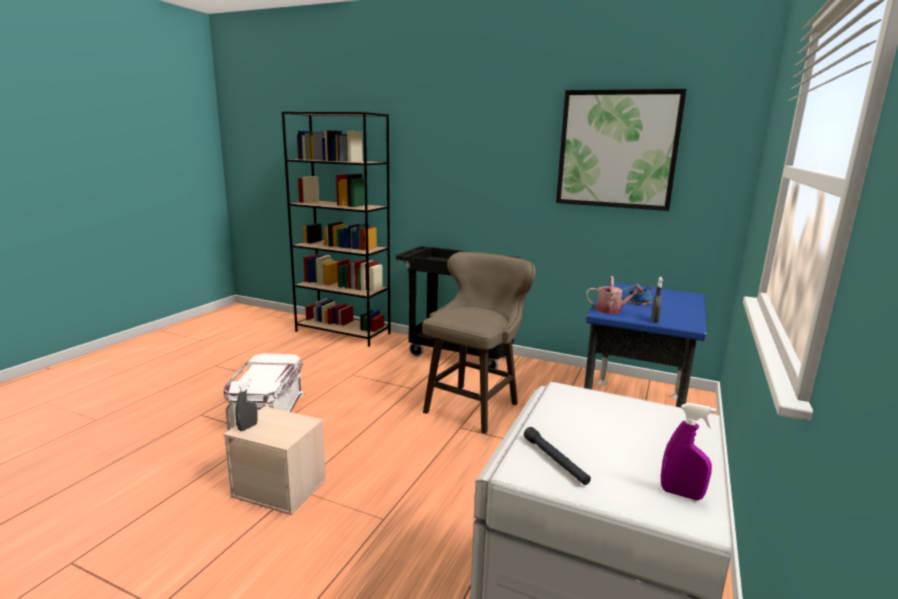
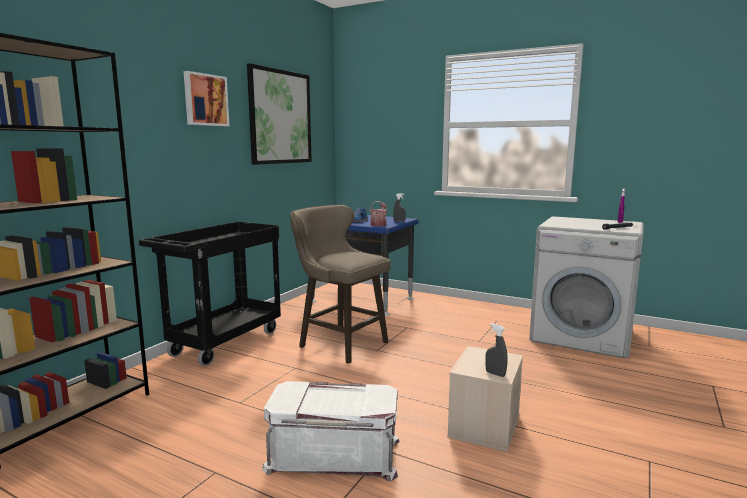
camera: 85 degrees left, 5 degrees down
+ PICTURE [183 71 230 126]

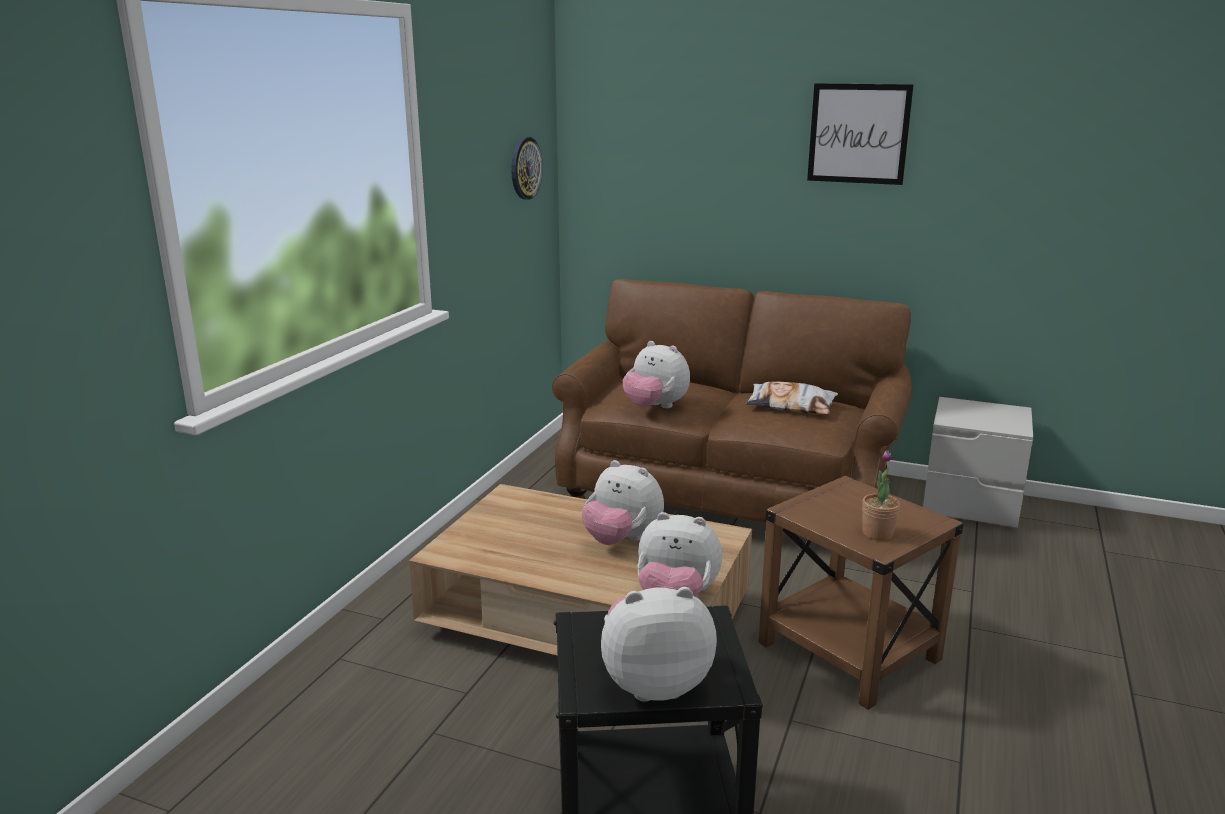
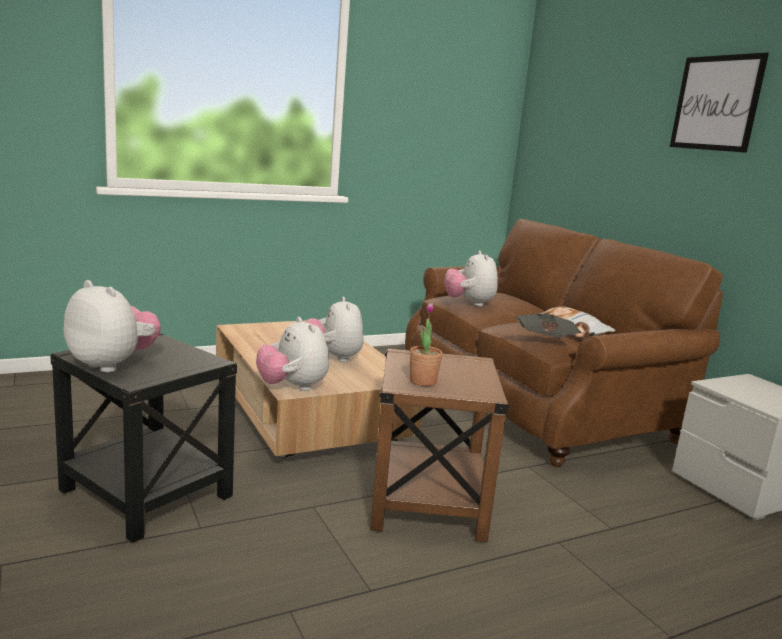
camera: 40 degrees right, 5 degrees down
- WALL CLOCK [511 137 543 200]
+ NEWSPAPER [515 314 581 337]

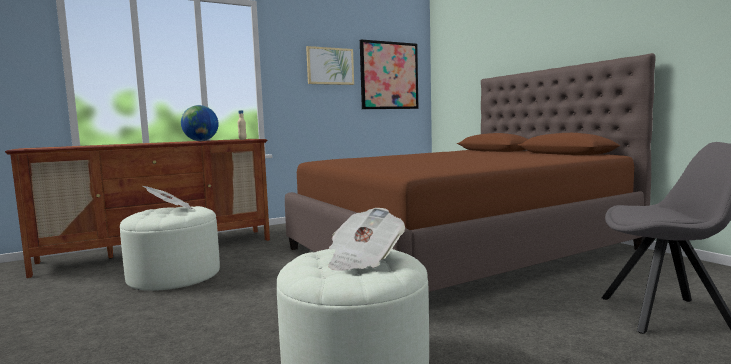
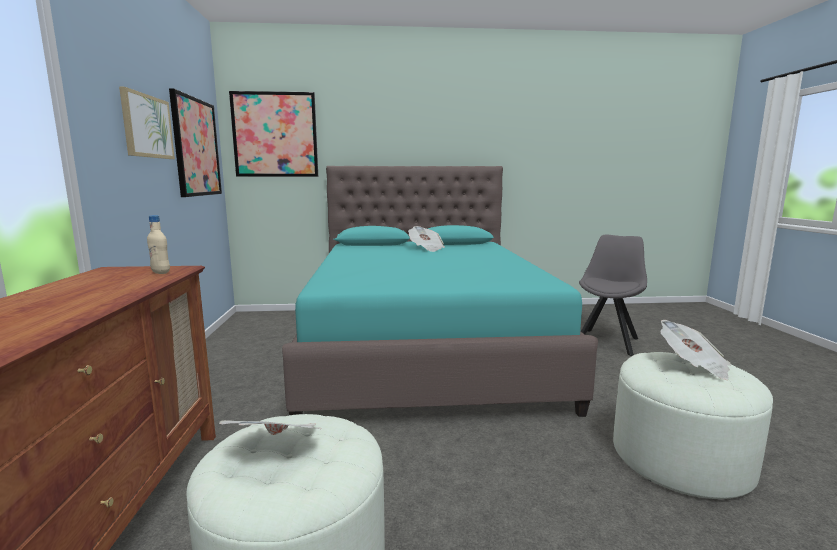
camera: 65 degrees left, 5 degrees up
- GLOBE [181 105 219 141]
~ BROWN BED [285 53 656 292] to TURQUOISE BED [282 166 598 417]
+ PICTURE [229 91 318 177]
+ NEWSPAPER [408 226 445 252]

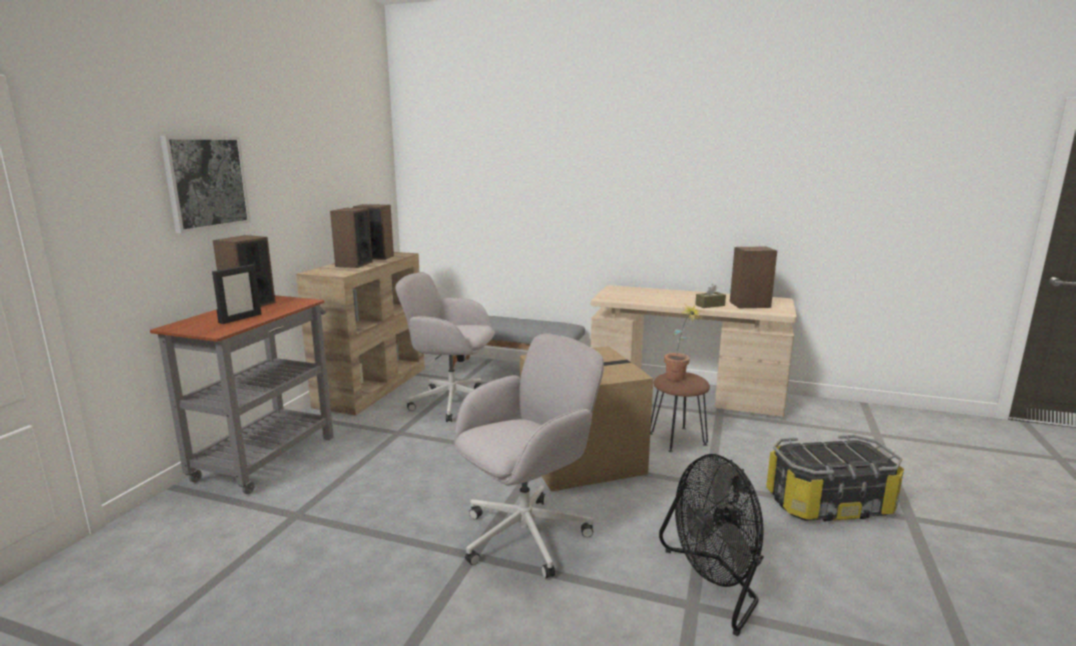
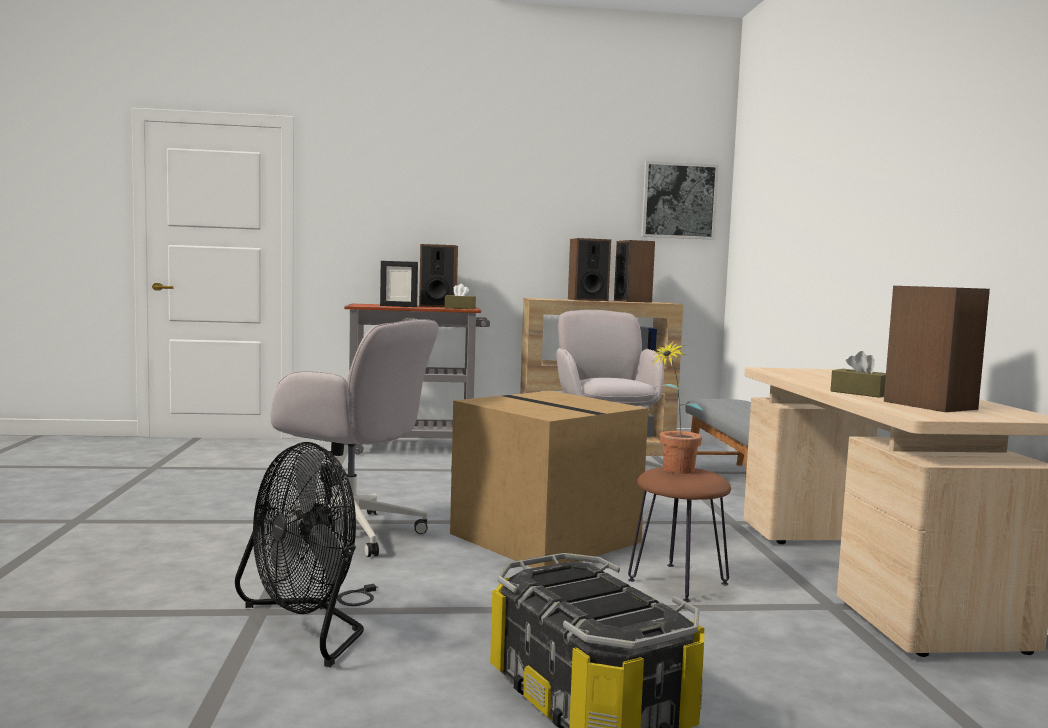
camera: 65 degrees right, 10 degrees down
~ PICTURE [160 136 251 233] to [641 161 719 240]
~ BLACK FAN [659 454 764 636] = [235 442 378 667] 90 degrees counterclockwise
+ BROWN TISSUE BOX [445 284 476 309]

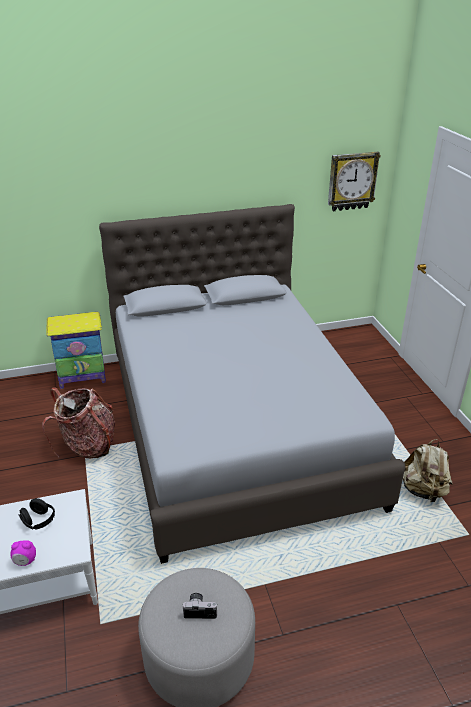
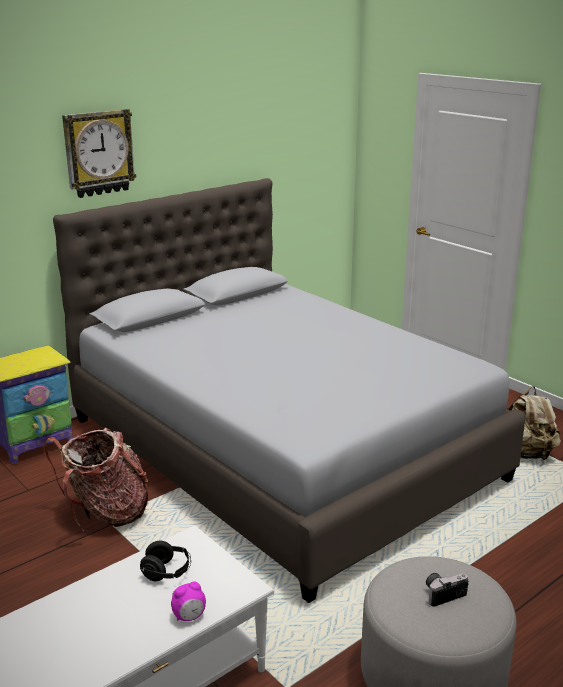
camera: 25 degrees left, 10 degrees down
~ WALL CLOCK [328 152 381 211] to [62 109 136 198]

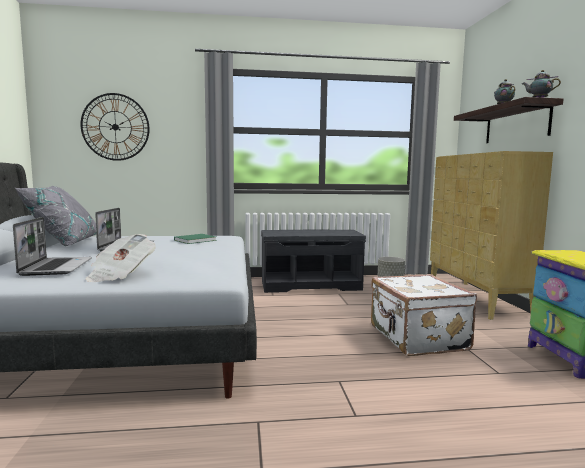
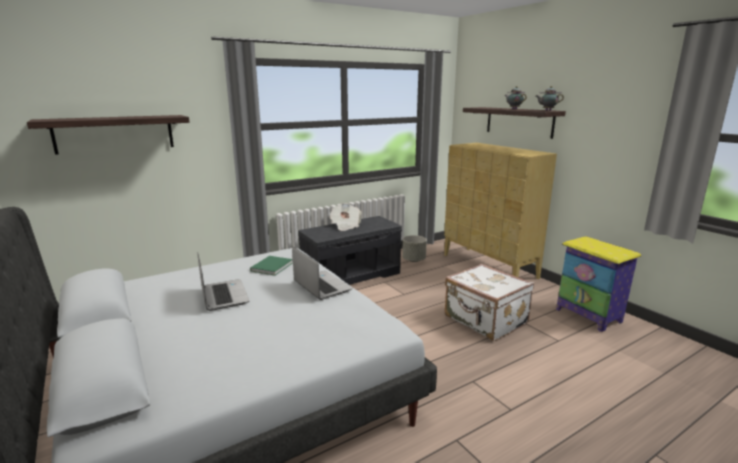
camera: 25 degrees left, 10 degrees up
~ LAPTOP [13 217 92 276] to [292 247 352 300]
- GREY PILLOW [15 186 96 246]
~ WALL CLOCK [81 93 150 161] to SHELF [27 115 190 155]
~ NEWSPAPER [86 234 156 282] to [330 203 361 231]

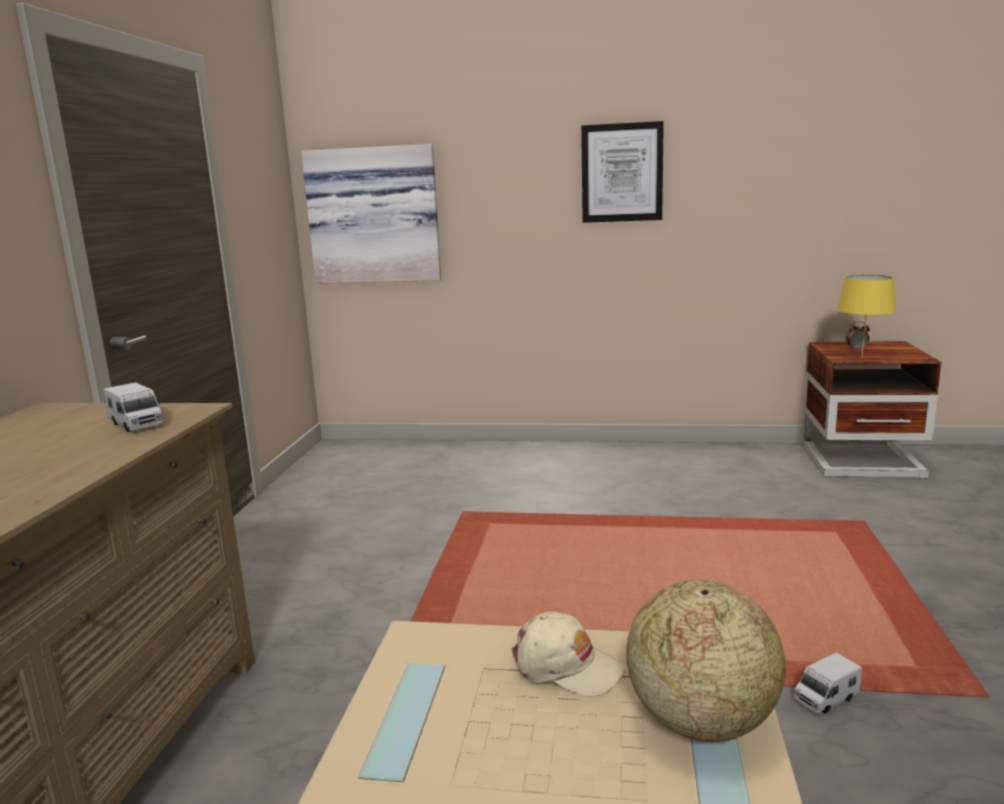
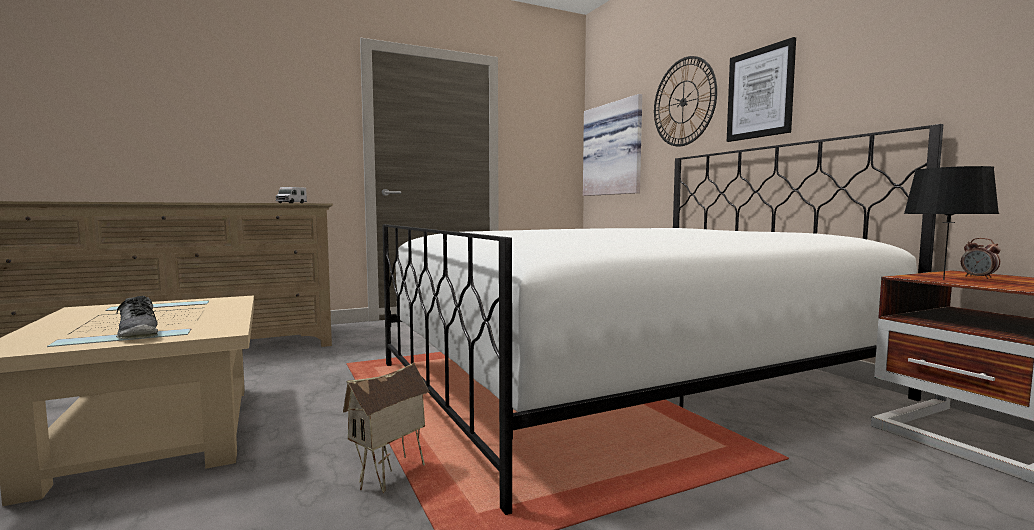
camera: 55 degrees right, 10 degrees down
- BEIGE CAP [511 611 625 697]
~ GLOBE [626 580 786 742] to SHOE [116 296 158 339]
~ TOY TRUCK [793 652 862 714] to TOY HOUSE [343 362 429 493]
~ YELLOW TABLE LAMP [837 275 896 356] to BLACK TABLE LAMP [904 166 999 280]
+ WHITE BED [382 124 943 515]
+ WALL CLOCK [654 56 717 147]

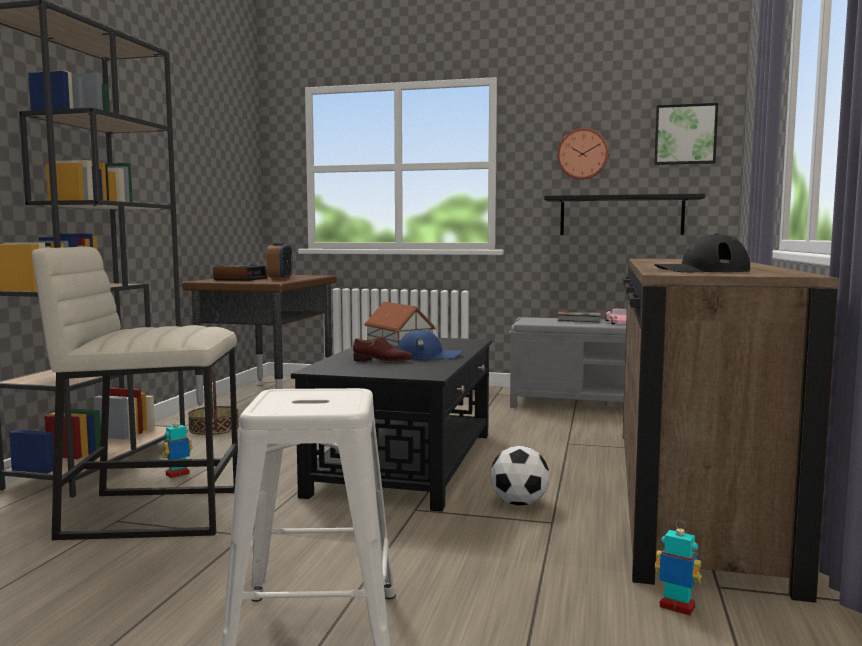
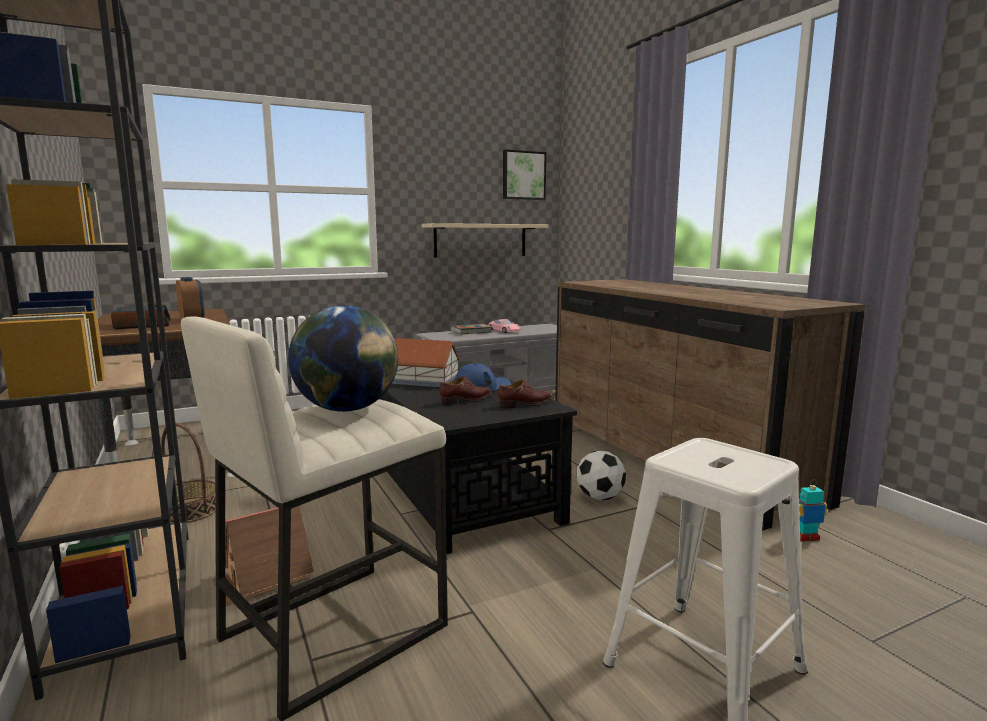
camera: 40 degrees left, 5 degrees up
~ TOY ROBOT [162 419 193 478] to TOY HOUSE [212 506 314 606]
~ BLACK SHELF [544 194 705 235] to BEIGE SHELF [422 223 548 258]
- WALL CLOCK [557 128 608 180]
- BLACK CAP [654 233 750 272]
+ GLOBE [288 305 398 412]
+ BROWN SHOE [498 380 552 409]

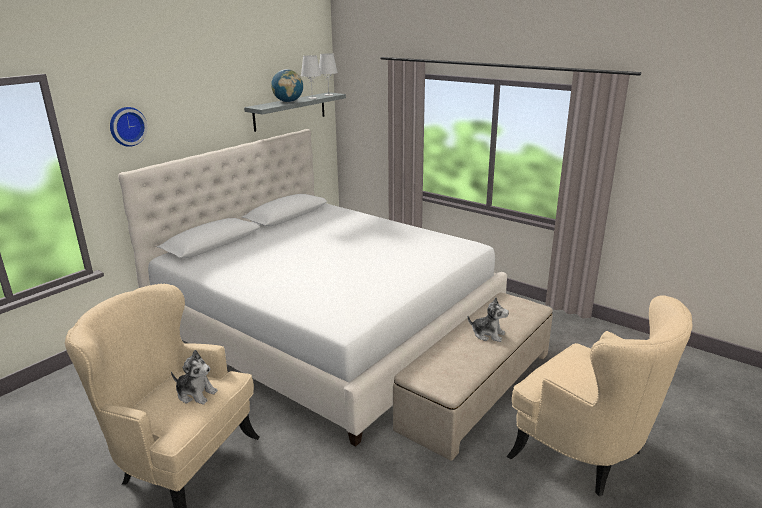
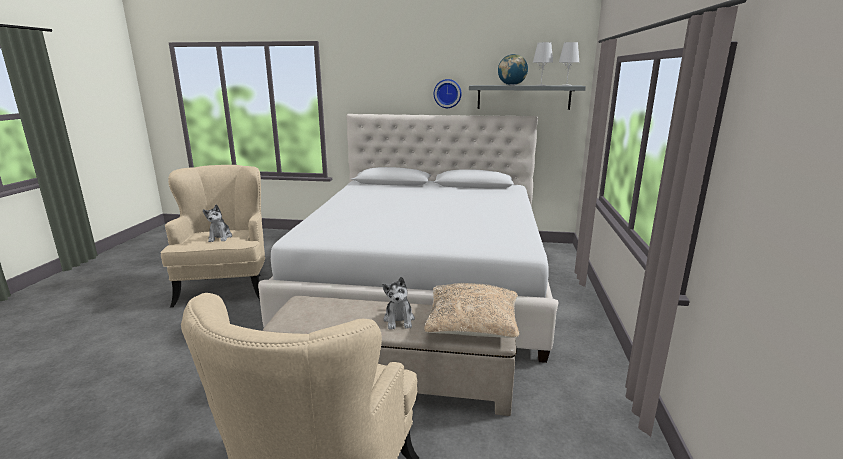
camera: 60 degrees right, 5 degrees down
~ WALL CLOCK [110 107 147 147] to [434 79 462 108]
+ BEIGE PILLOW [424 283 520 338]

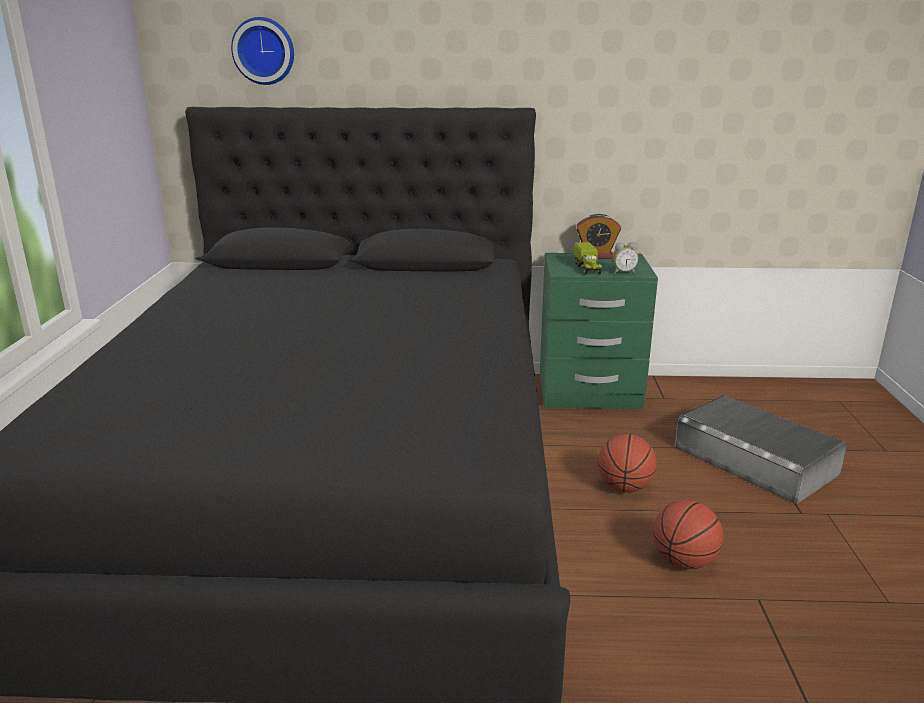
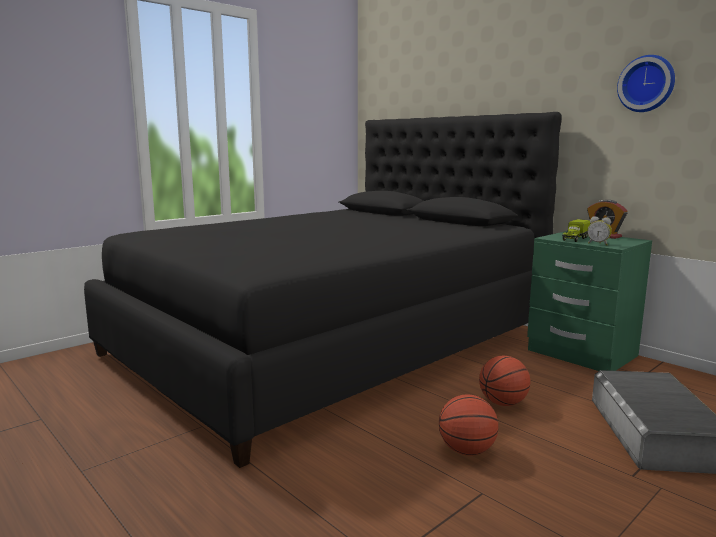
camera: 45 degrees right, 10 degrees down
~ WALL CLOCK [231 17 294 85] to [617 55 675 112]

